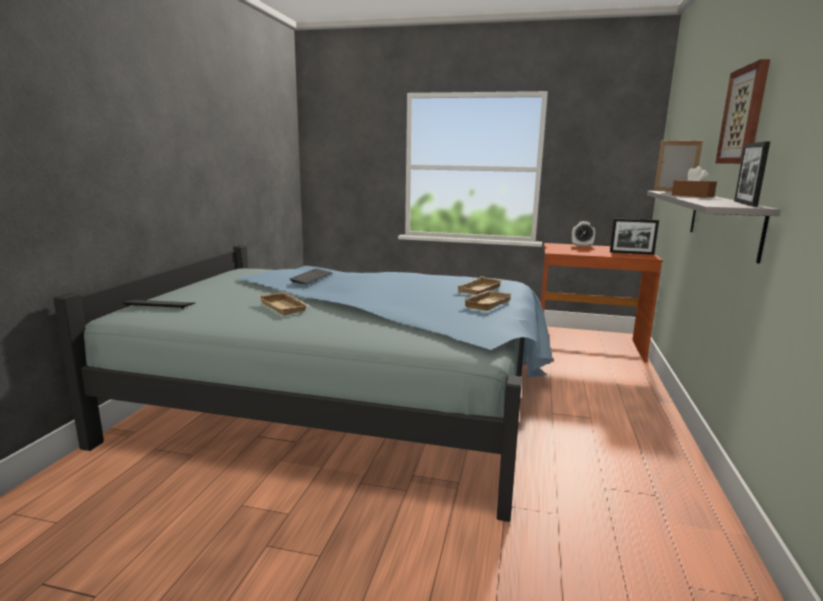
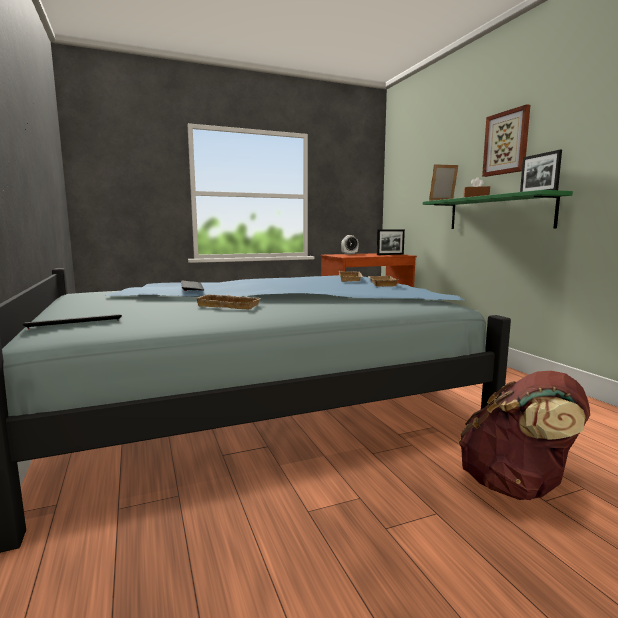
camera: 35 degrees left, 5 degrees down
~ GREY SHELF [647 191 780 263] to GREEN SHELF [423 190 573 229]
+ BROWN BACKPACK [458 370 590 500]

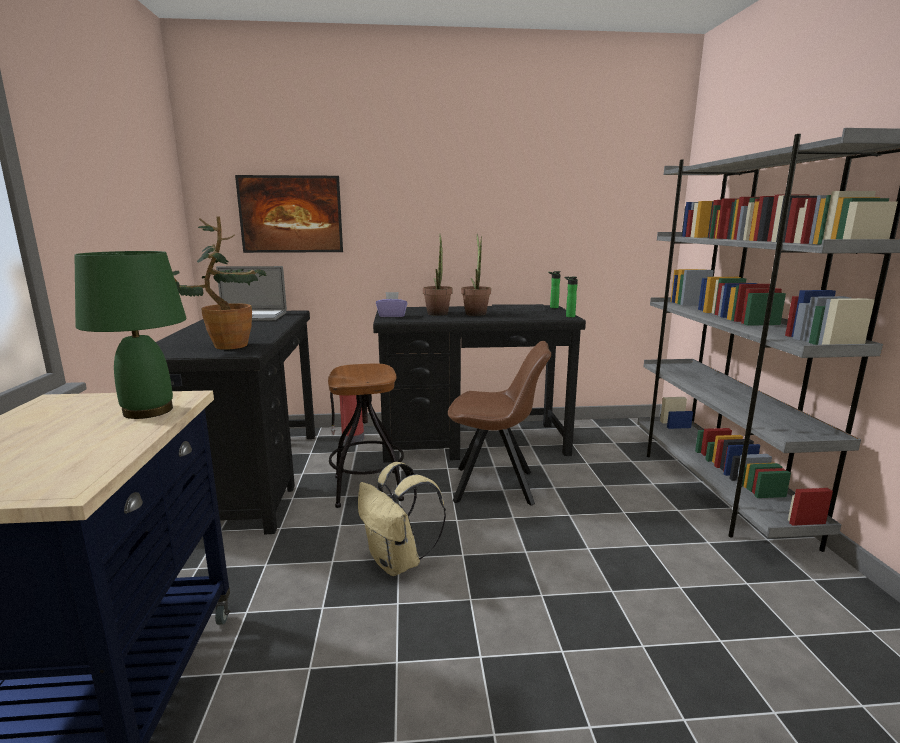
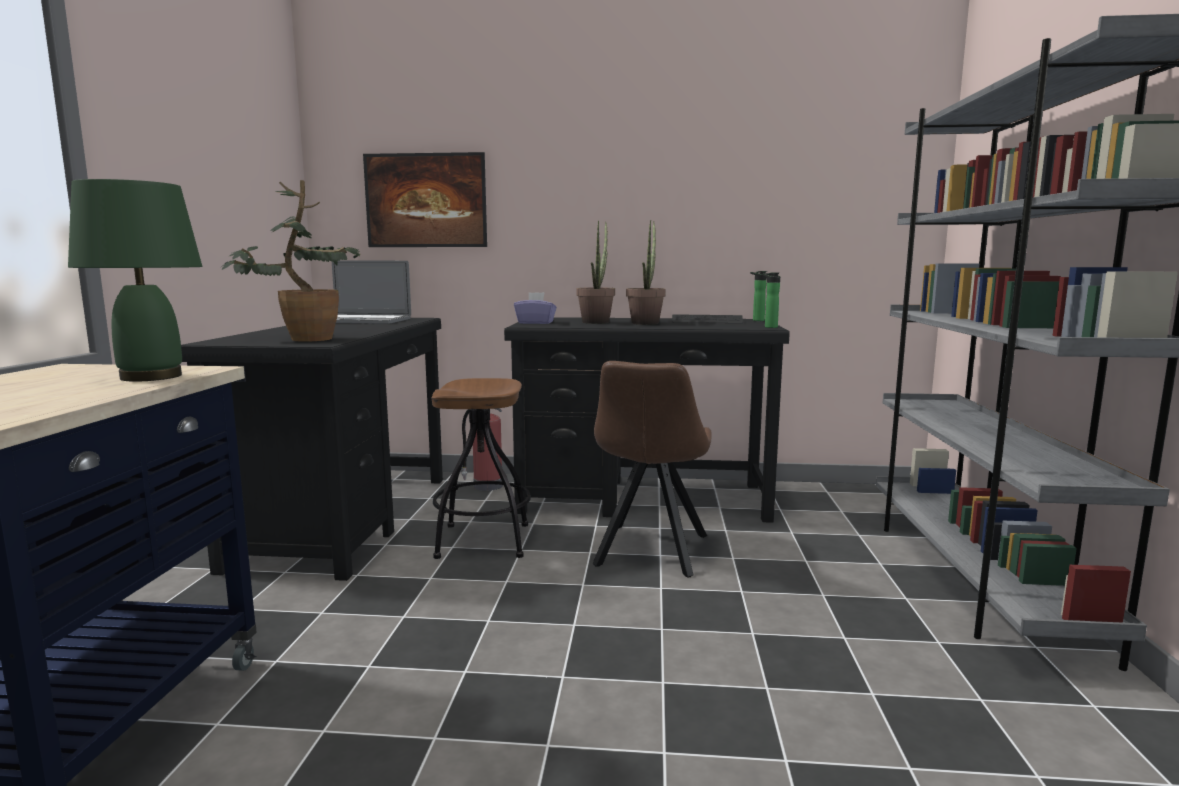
camera: 10 degrees right, 5 degrees down
- BEIGE BACKPACK [358 462 446 576]
~ BROWN CHAIR [448 341 551 505] = [593 361 712 577] 90 degrees clockwise

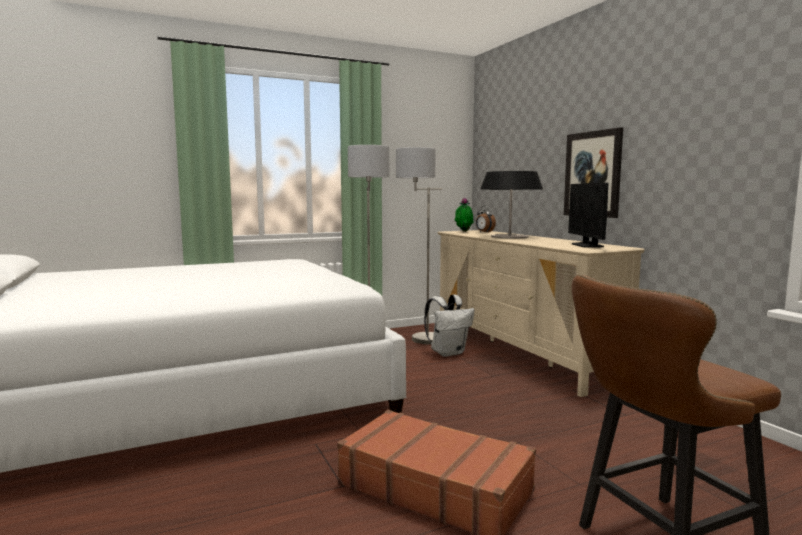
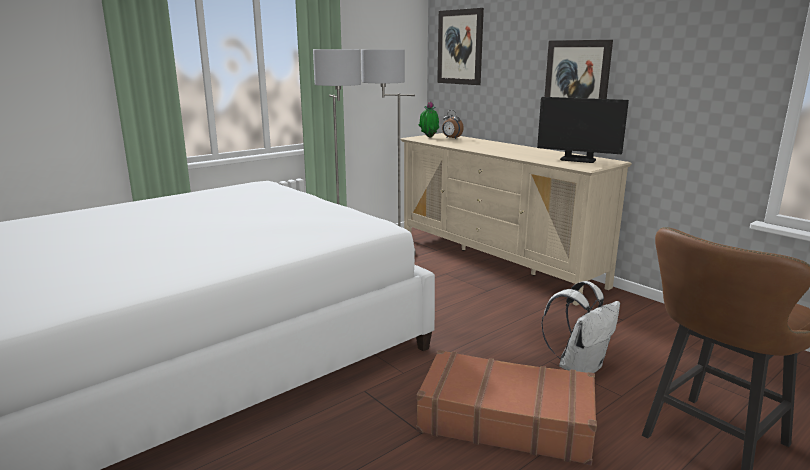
camera: 15 degrees left, 10 degrees up
~ WHITE BACKPACK [424 294 474 357] to [541 281 620 373]
- TABLE LAMP [480 171 543 238]
~ MONITOR [568 183 608 247] = [537 97 629 163] 45 degrees counterclockwise
+ PICTURE [437 8 484 85]

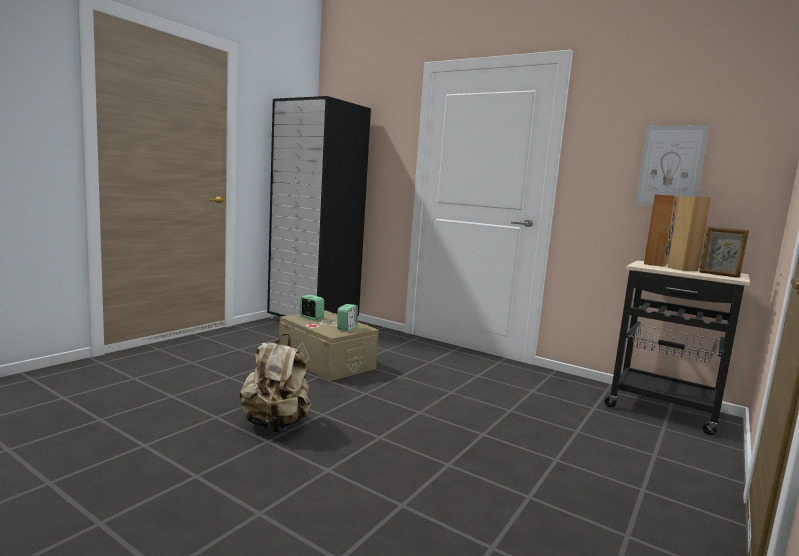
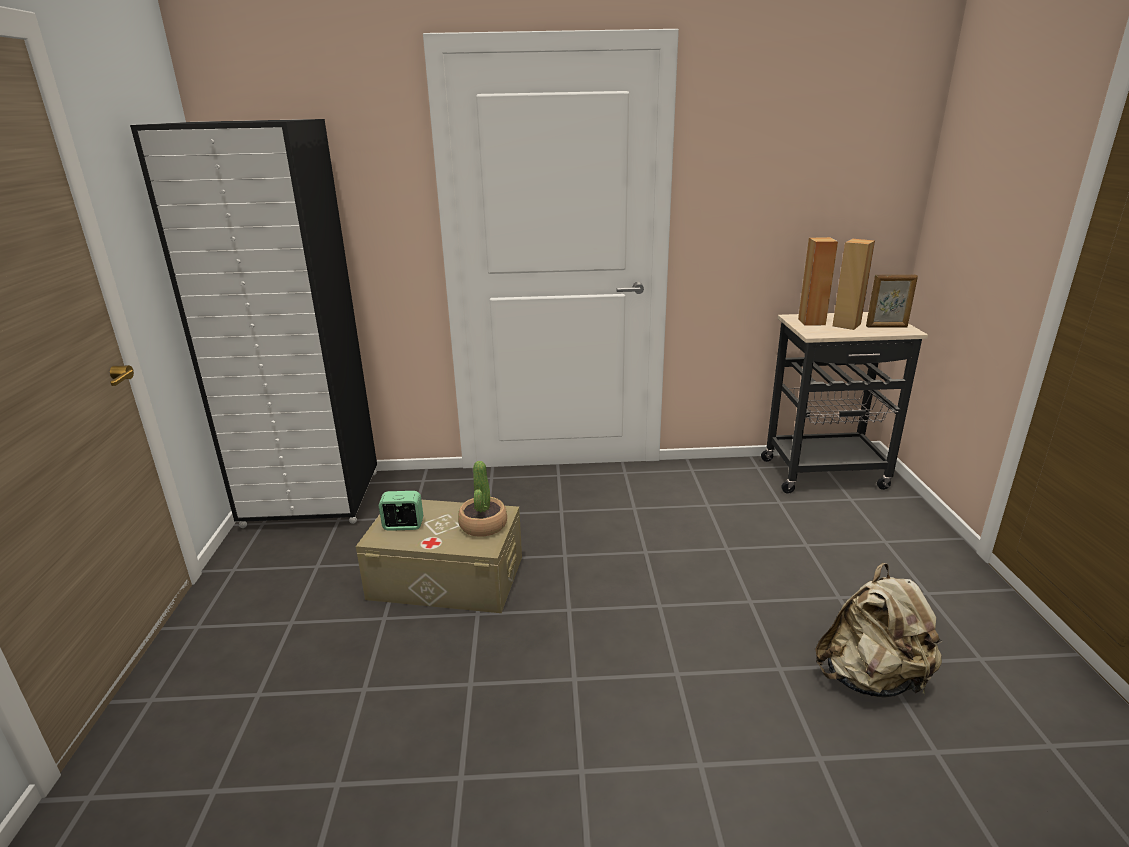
camera: 35 degrees left, 15 degrees up
~ BEIGE BACKPACK [240 334 311 433] to [815 563 943 698]
~ ALARM CLOCK [337 304 358 331] to POTTED PLANT [458 461 507 537]
- PICTURE [635 125 709 208]

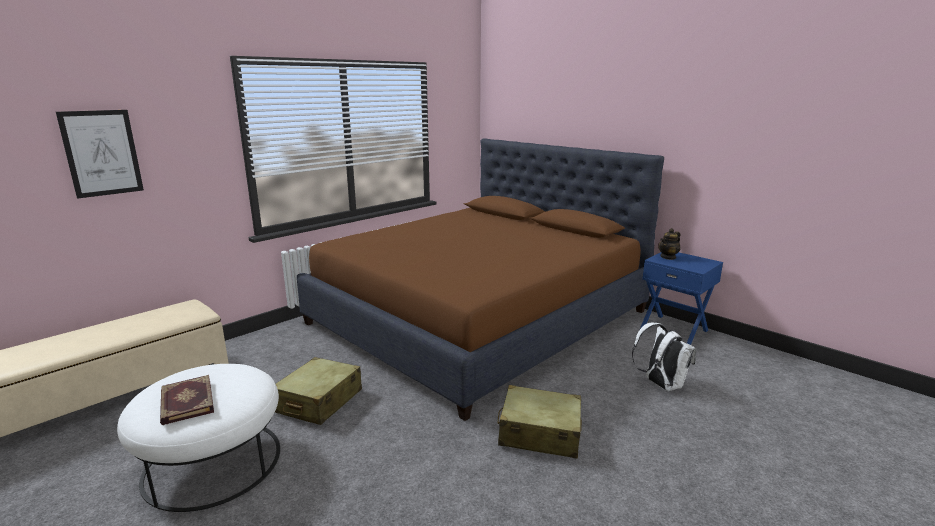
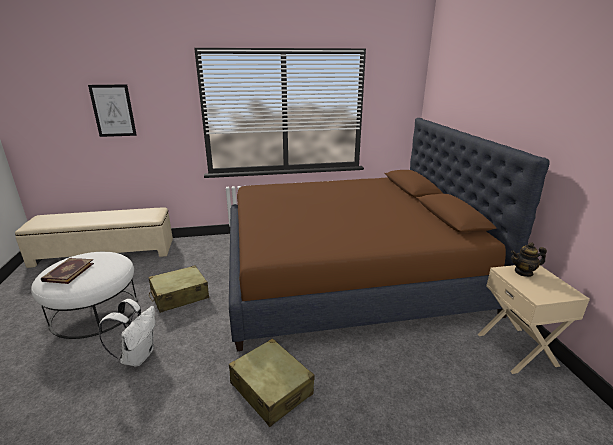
camera: 35 degrees right, 5 degrees up
~ WHITE BACKPACK [632 322 696 391] to [99 299 155 367]
~ BLUE NIGHTSTAND [640 252 723 345] to BEIGE NIGHTSTAND [478 265 590 374]

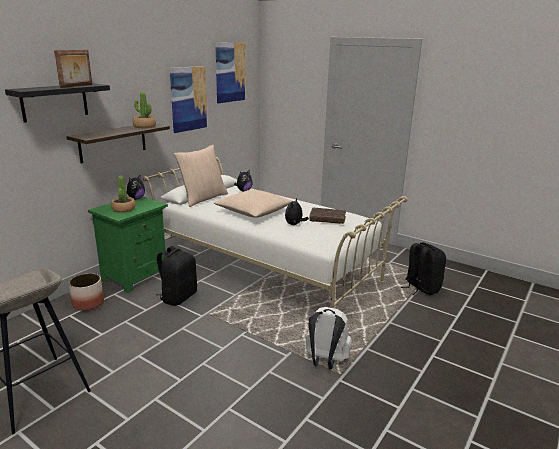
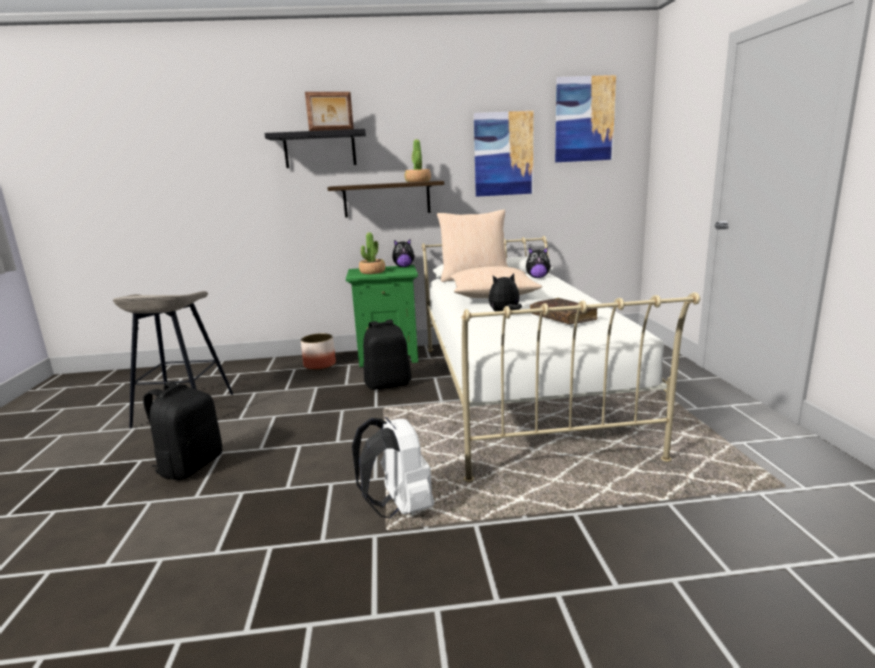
camera: 50 degrees right, 5 degrees down
~ BLACK BACKPACK [401 242 446 295] to [143 381 222 480]

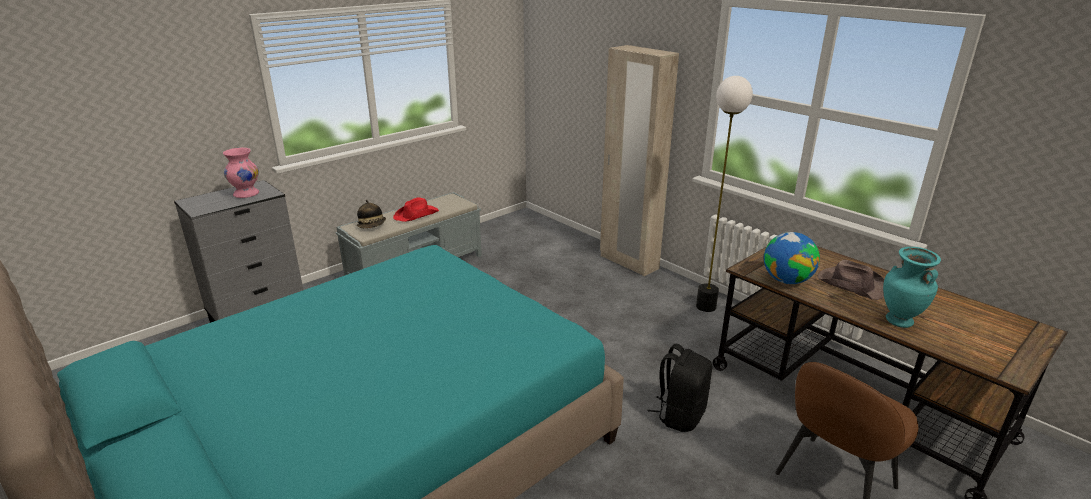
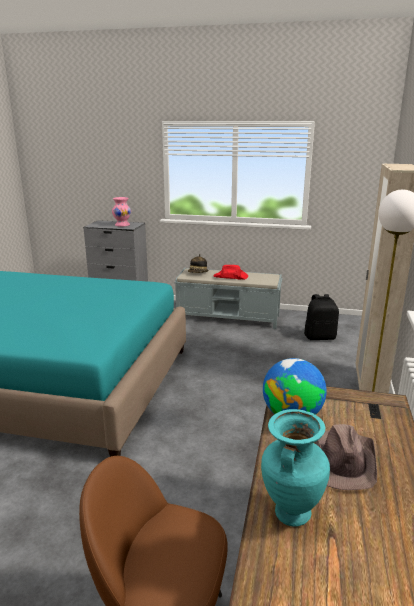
camera: 55 degrees right, 5 degrees down
~ BLACK BACKPACK [648 344 713 432] to [304 294 339 340]

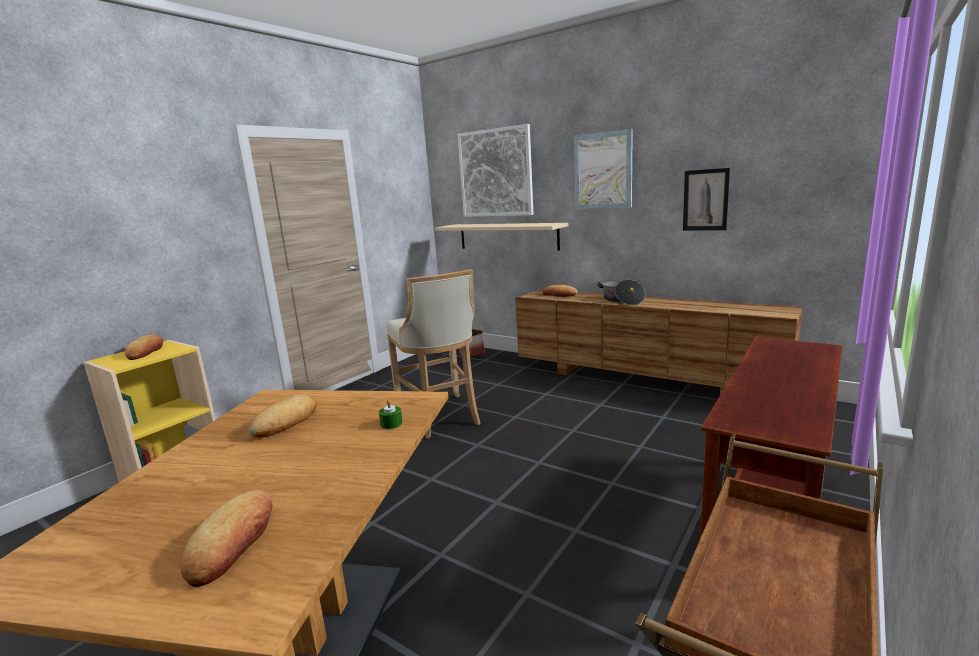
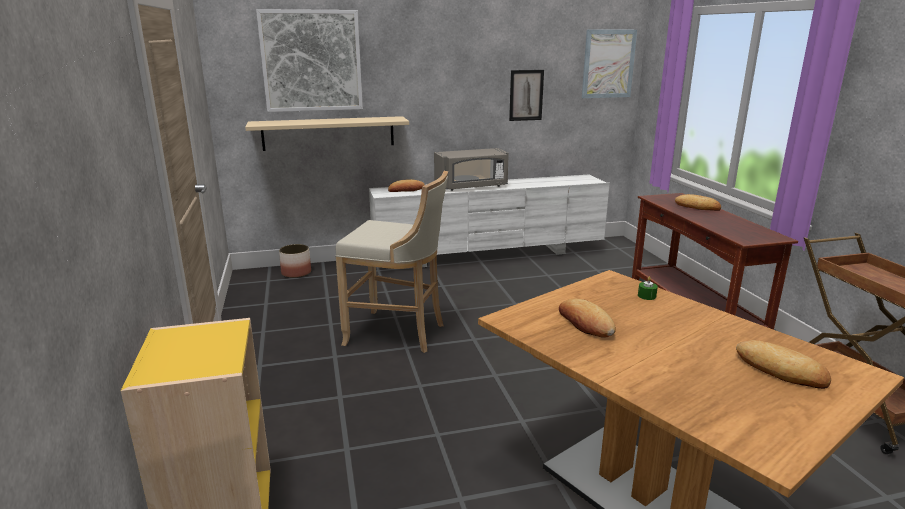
camera: 50 degrees left, 5 degrees up
~ BREAD [125 335 163 360] to [675 194 721 211]
~ BROWN CABINET [515 290 803 395] to WHITE CABINET [369 174 610 267]
~ PICTURE [574 129 633 209] to [582 30 637 98]
~ COOKING POT [597 280 645 305] to GREY MICROWAVE [434 148 509 191]

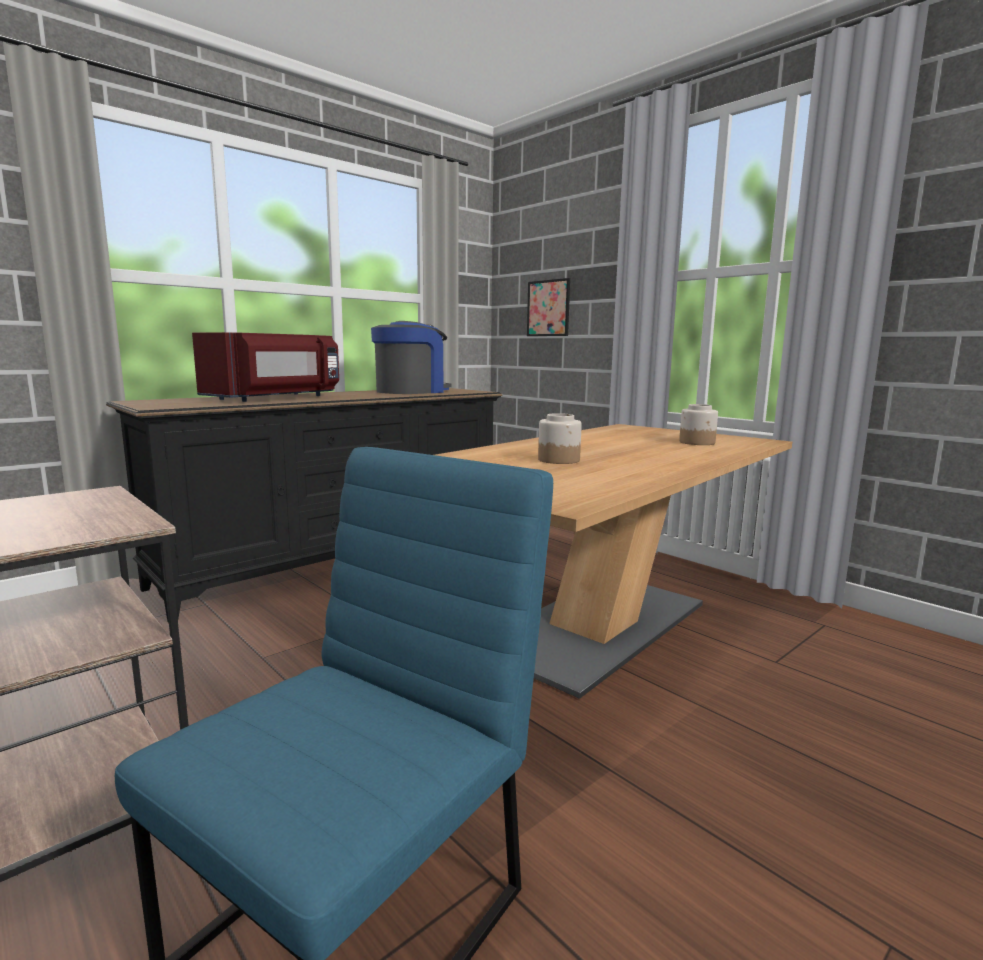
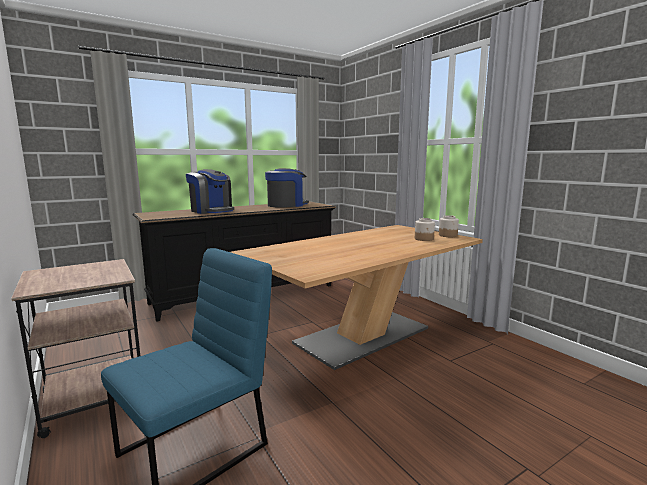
camera: 10 degrees right, 0 degrees up
~ RED MICROWAVE [192 332 339 402] to COFFEE MACHINE [186 169 234 214]
- PICTURE [527 278 570 336]
~ JAR [538 413 582 464] to [439 215 459 237]

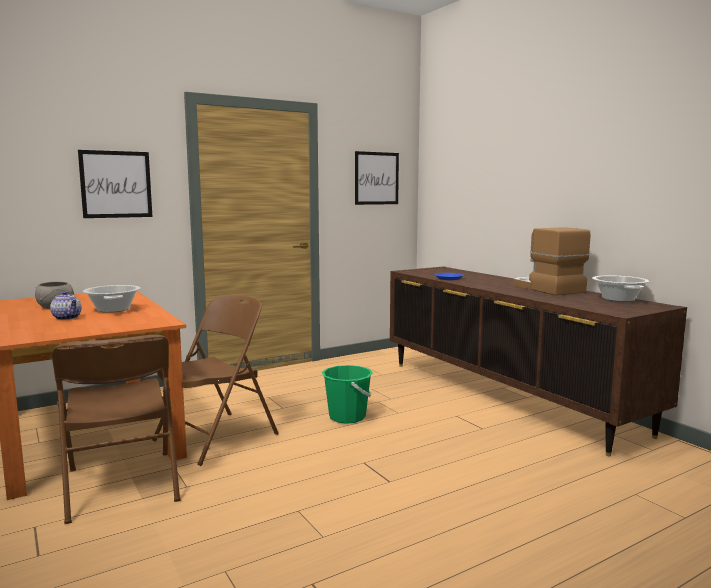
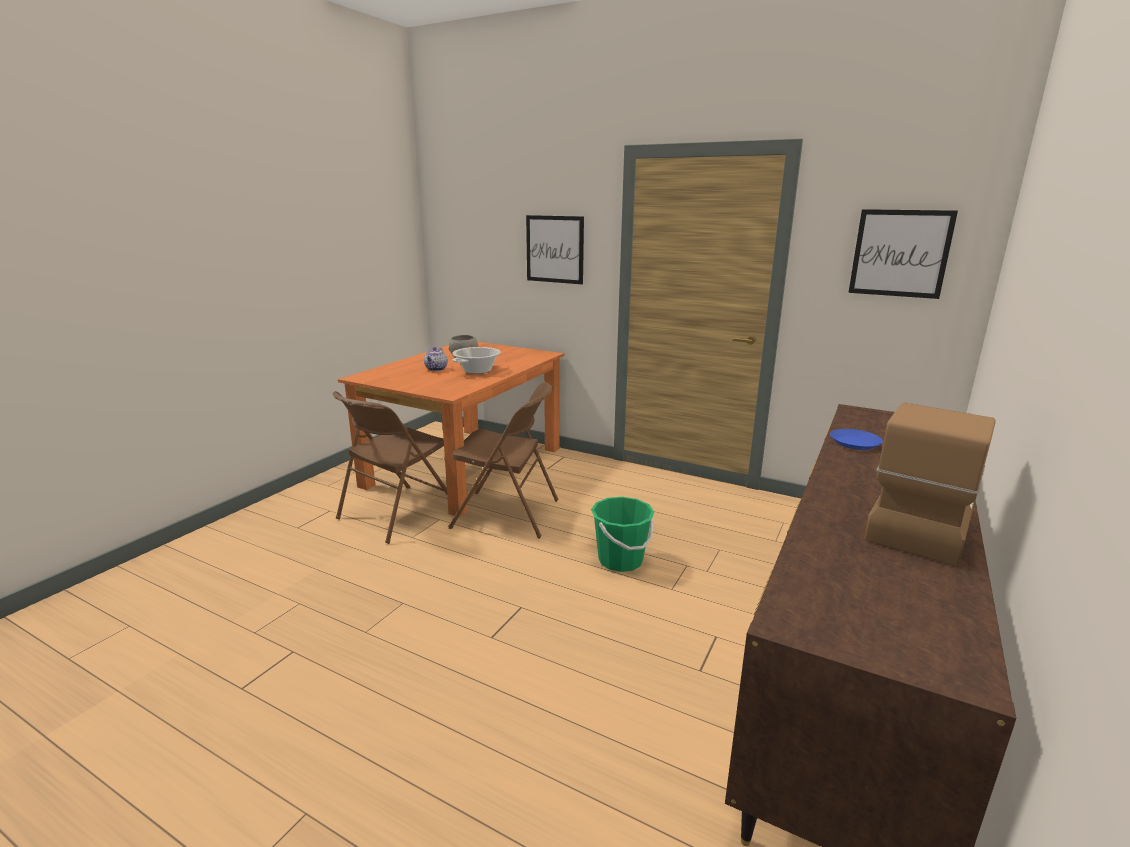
camera: 60 degrees right, 10 degrees up
- COOKING POT [592 275 649 302]

